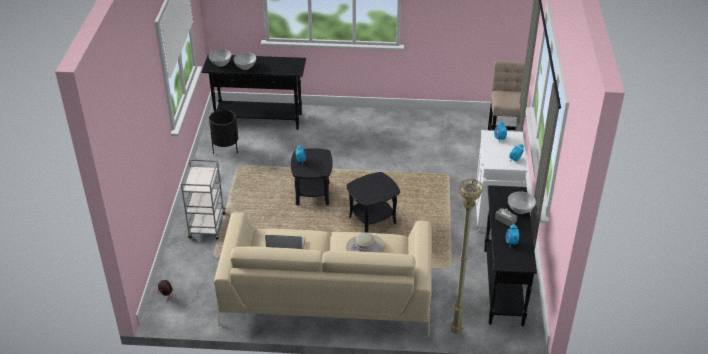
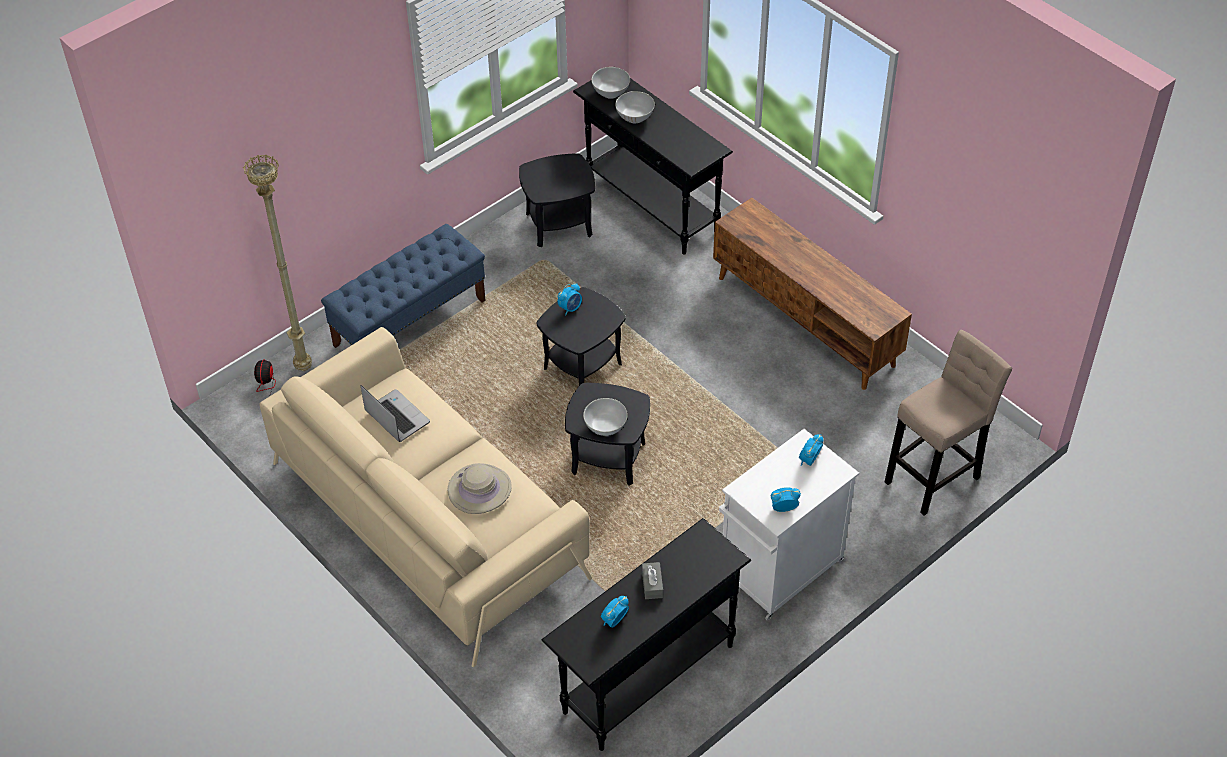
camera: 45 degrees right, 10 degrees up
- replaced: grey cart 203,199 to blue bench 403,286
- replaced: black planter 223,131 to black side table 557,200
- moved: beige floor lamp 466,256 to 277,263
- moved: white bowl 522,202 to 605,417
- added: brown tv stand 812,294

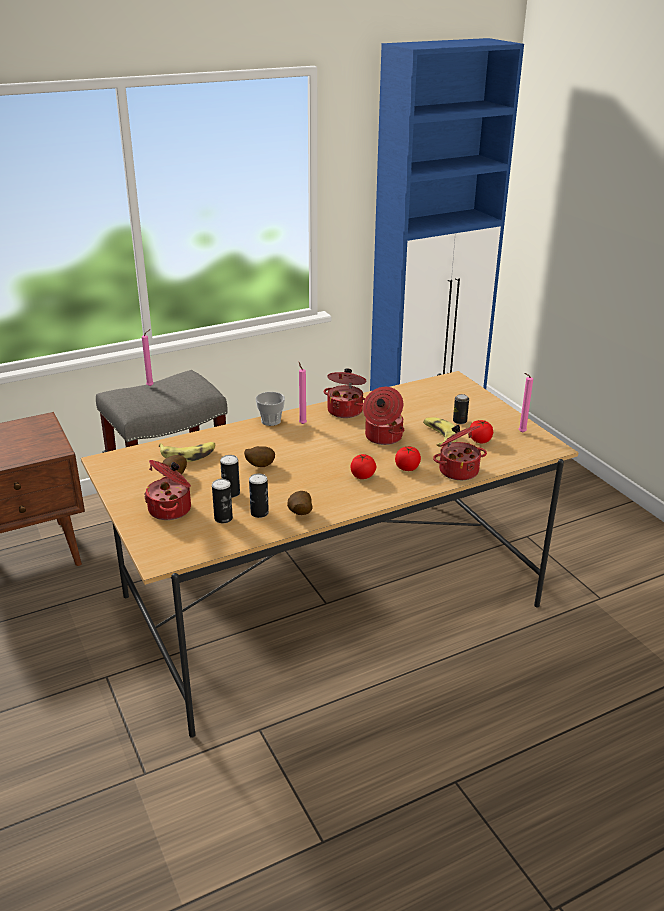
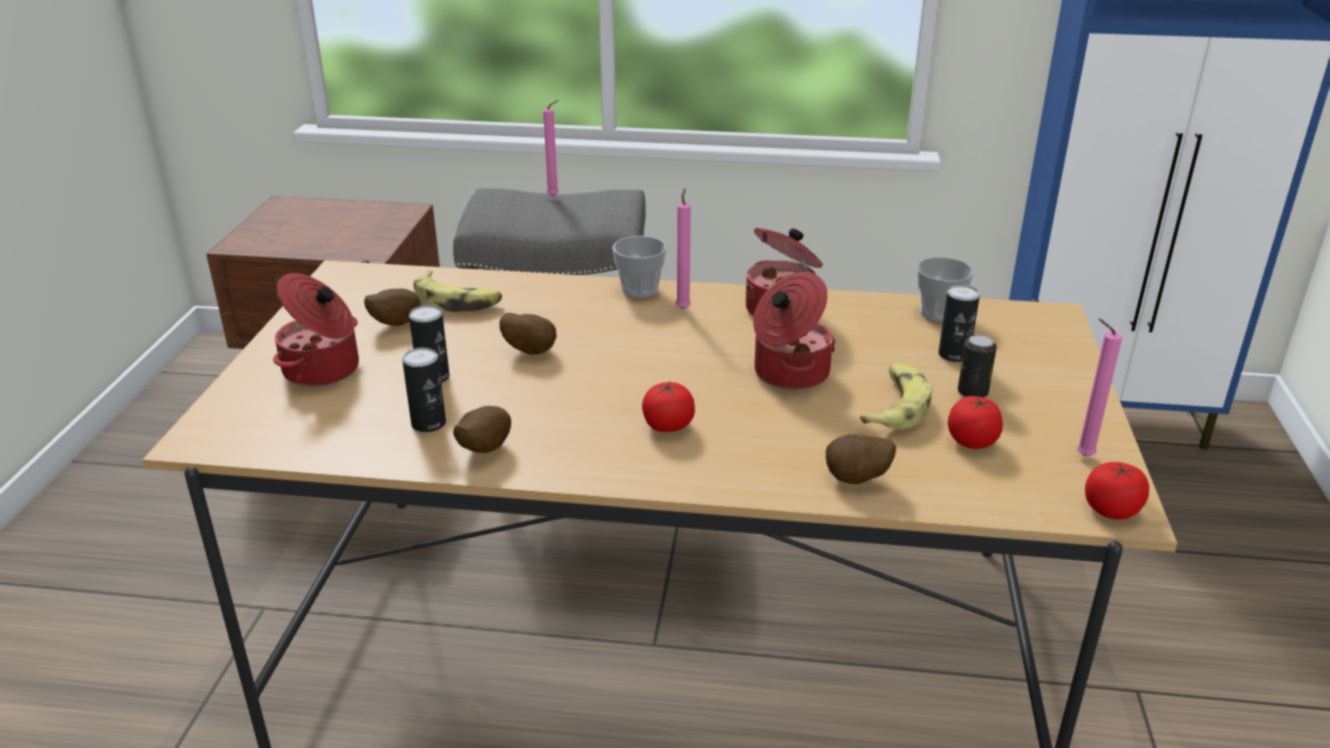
camera: 35 degrees right, 0 degrees up
- moved: can 222,501 to 959,323
- moved: tomato 408,459 to 1117,491
- replaced: cooking pot 460,452 to potato 861,459
- added: cup 945,289

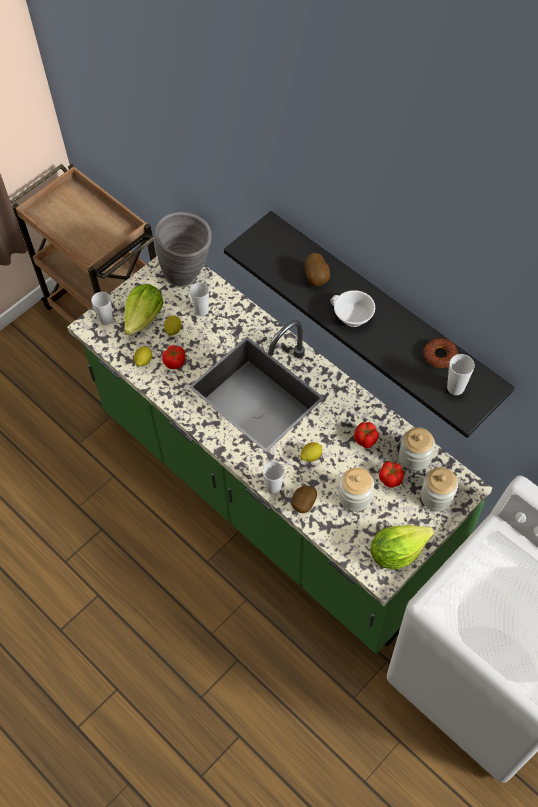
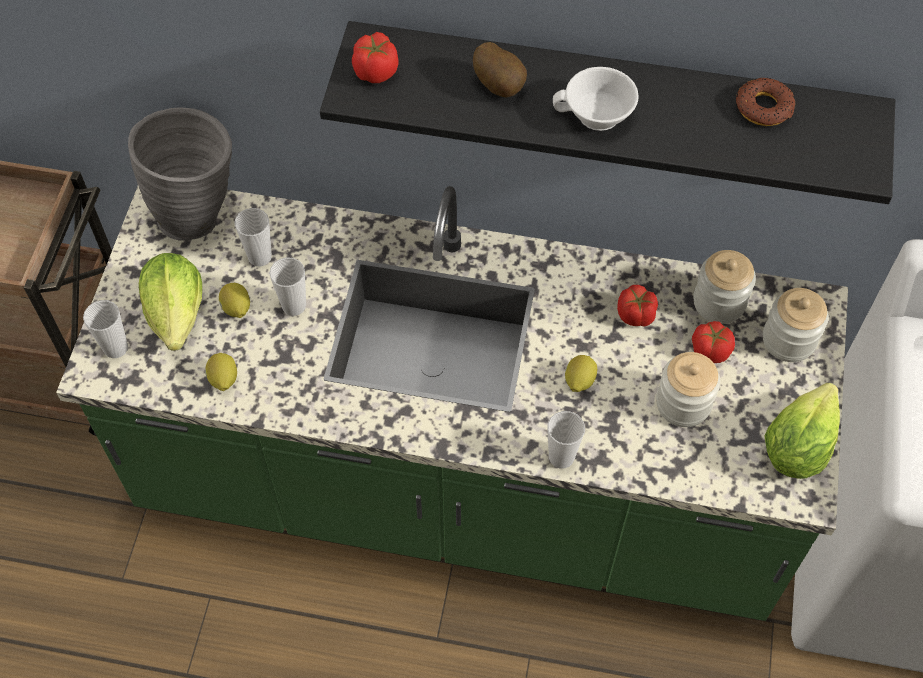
camera: 35 degrees left, 0 degrees up
- moved: tomato 173,357 to 375,57
- removed: potato 304,499
- moved: cup 461,374 to 287,286

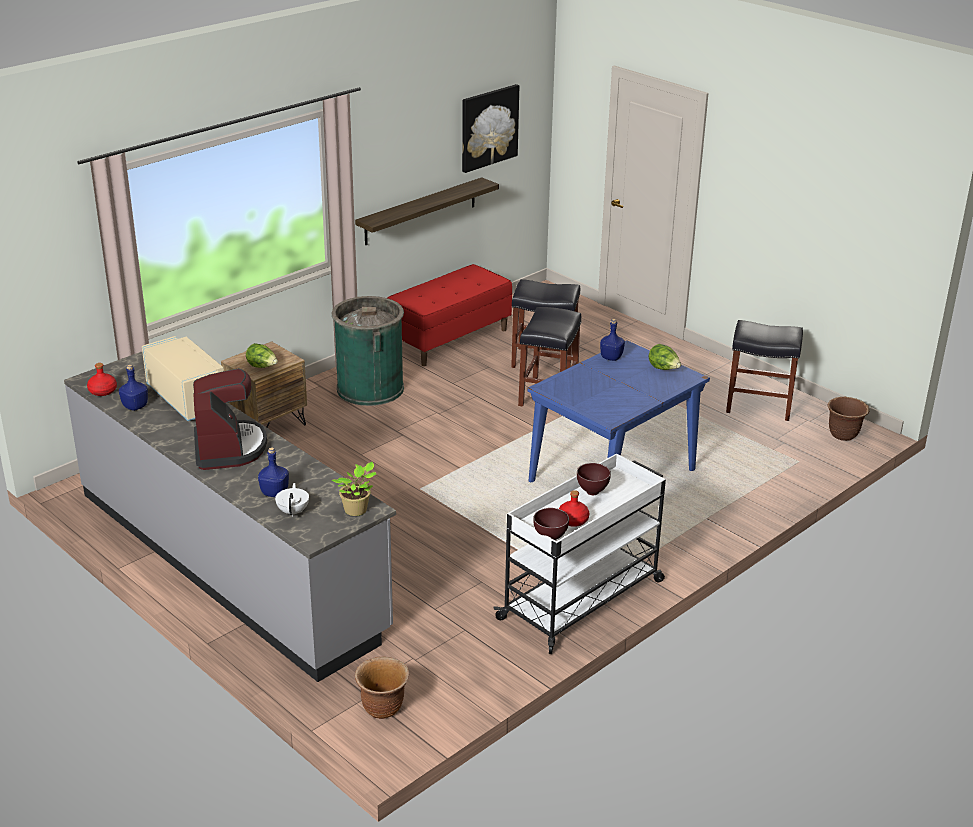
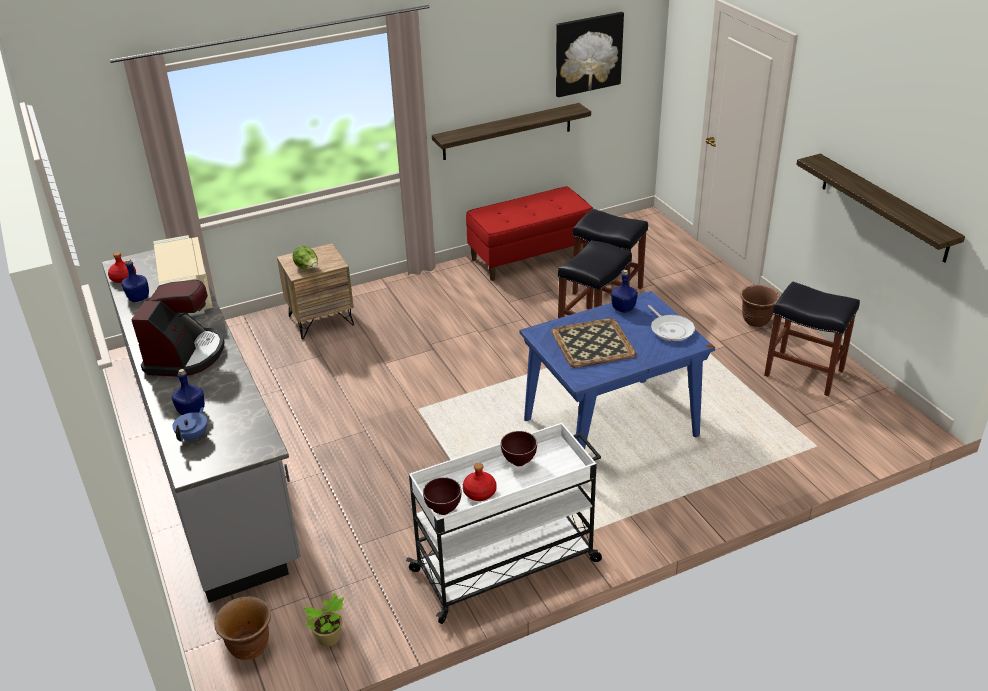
camera: 20 degrees right, 5 degrees up
- recoloured: white teapot 292,500 to blue teapot 189,424
- moved: potted plant 353,489 to 324,619
- removed: green trash can 368,351
- replaced: lettuce 665,357 to frying pan 671,323
- moved: brown planter 849,419 to 760,306
- added: tray 593,343
- added: shelf 880,208

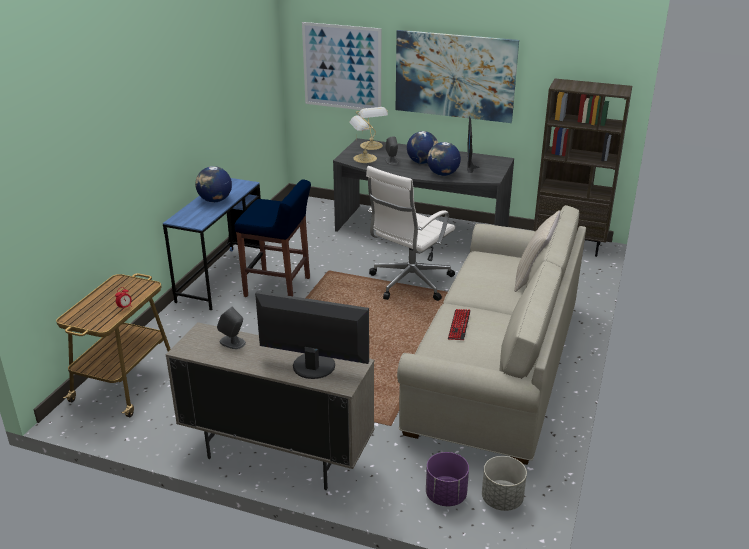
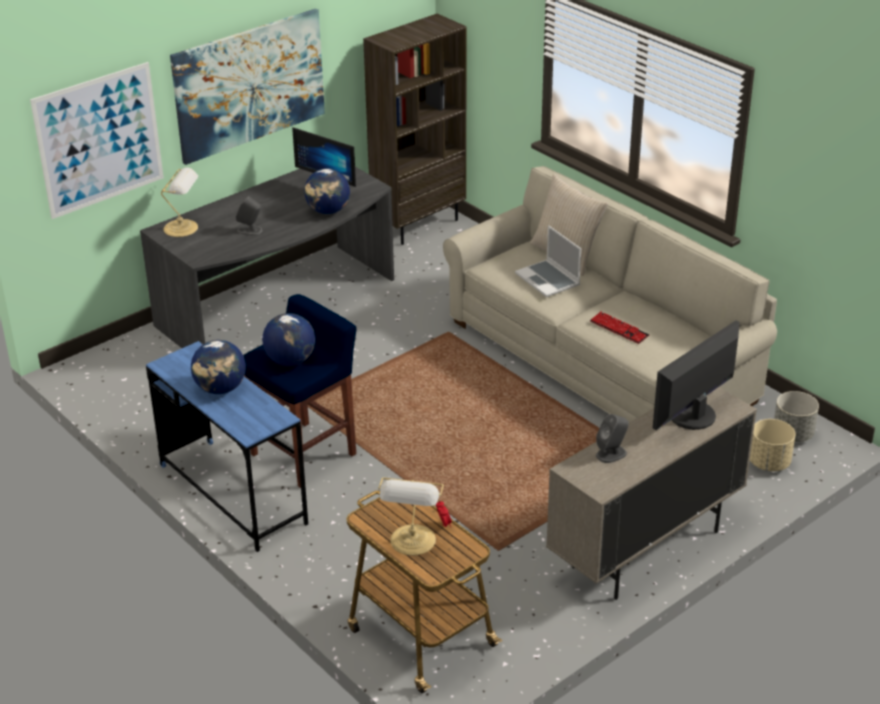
camera: 60 degrees left, 5 degrees up
- moved: table lamp 363,139 to 411,517
- removed: white office chair 410,233
- moved: globe 422,147 to 288,339
- recoloured: purple planter 447,479 to beige planter 772,445
- added: laptop 548,261

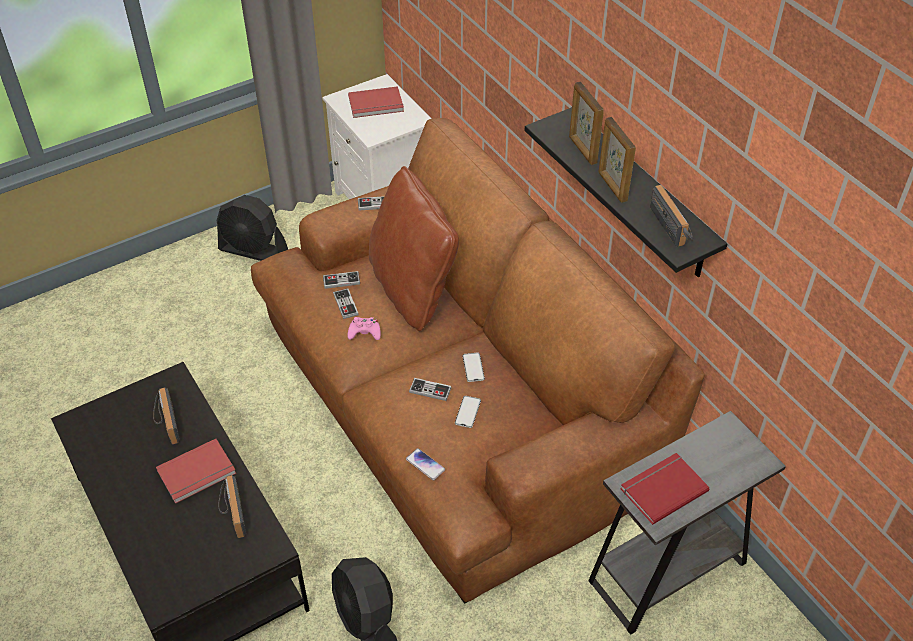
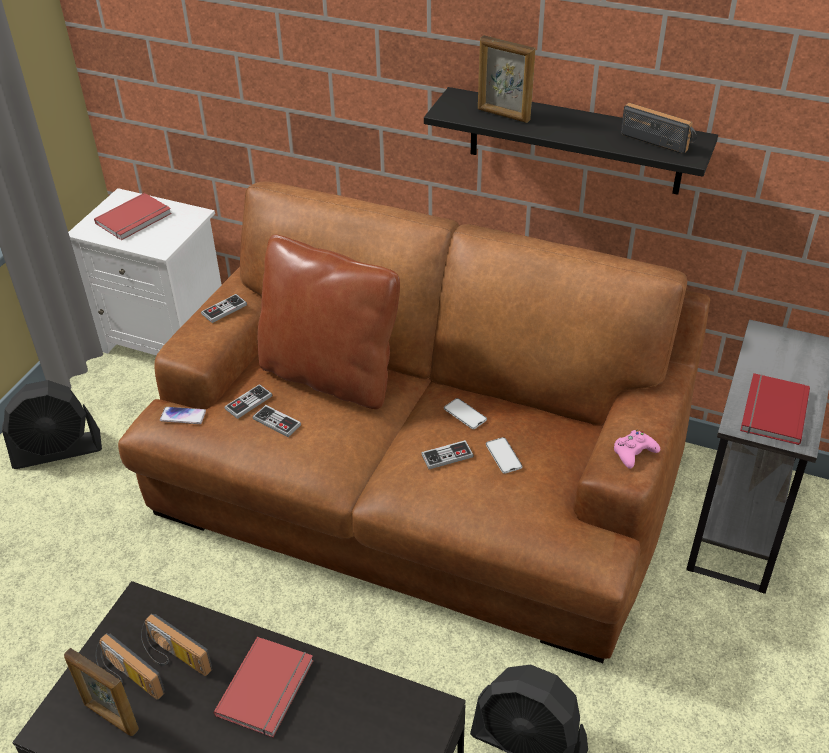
camera: 35 degrees left, 5 degrees down
- moved: radio 232,506 to 130,666
- moved: pink game controller 364,328 to 637,449
- moved: phone 425,464 to 183,415
- moved: picture frame 617,160 to 101,692

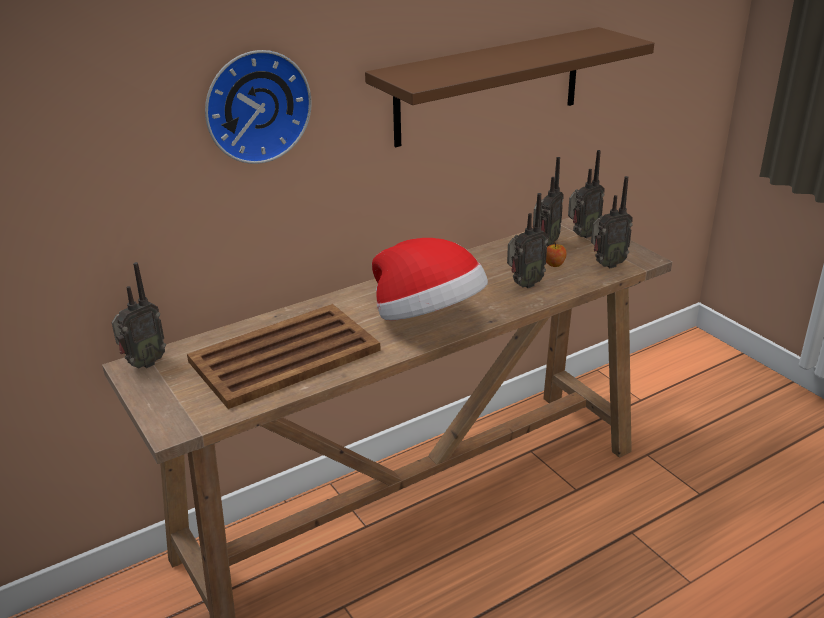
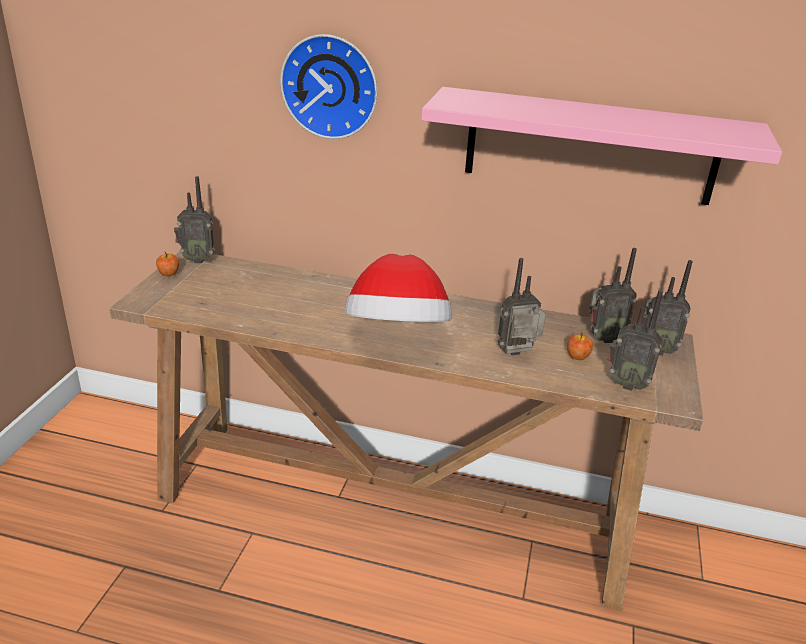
camera: 45 degrees right, 0 degrees up
- removed: brown tray 284,356
- recoloured: brown shelf 509,87 to pink shelf 601,146
- turned: radio 527,240 = 521,306 150 degrees clockwise
- added: apple 167,264

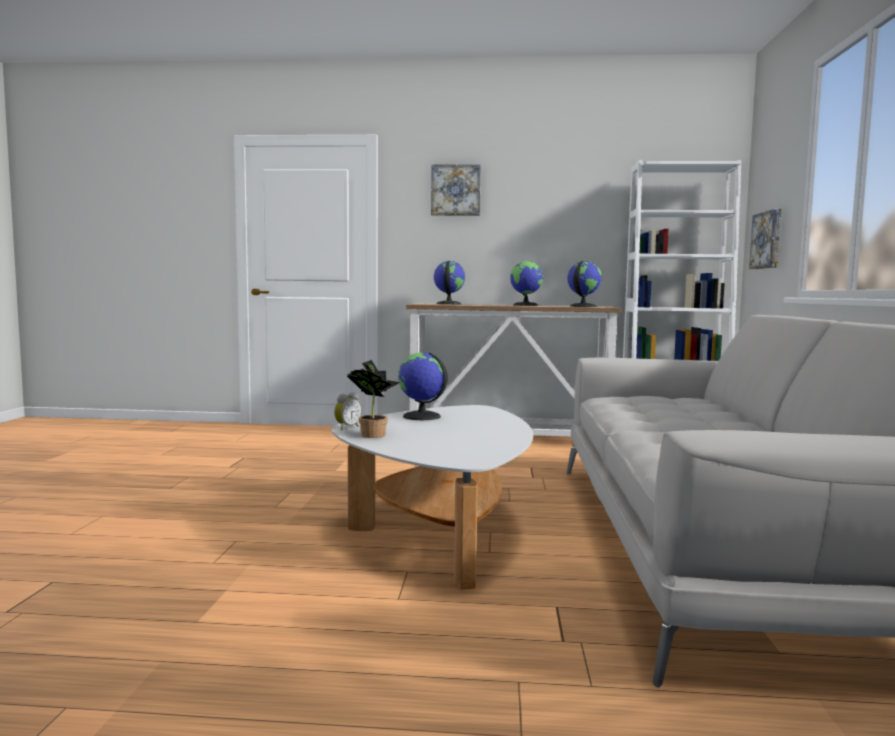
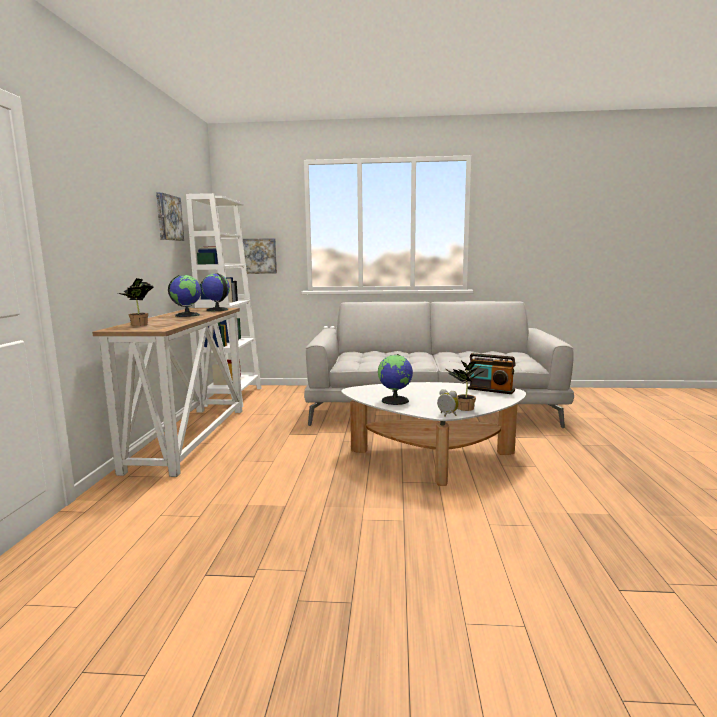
camera: 90 degrees left, 5 degrees up
- moved: picture 456,190 to 170,216
- replaced: globe 449,282 to potted plant 135,302
- added: radio 492,373

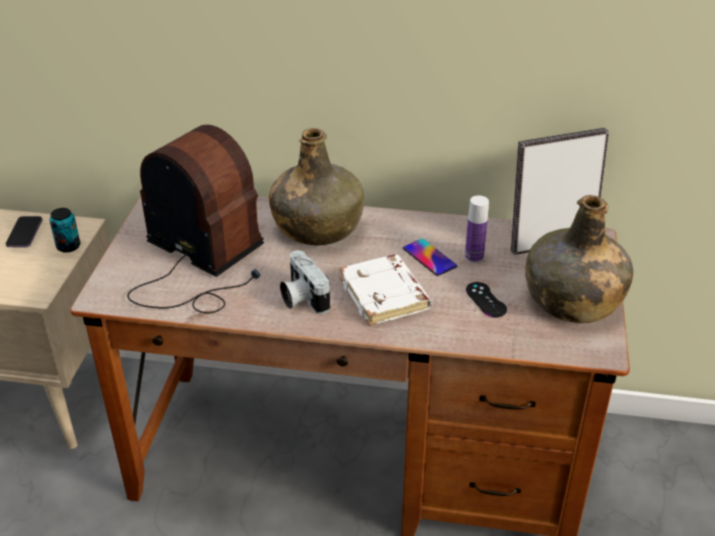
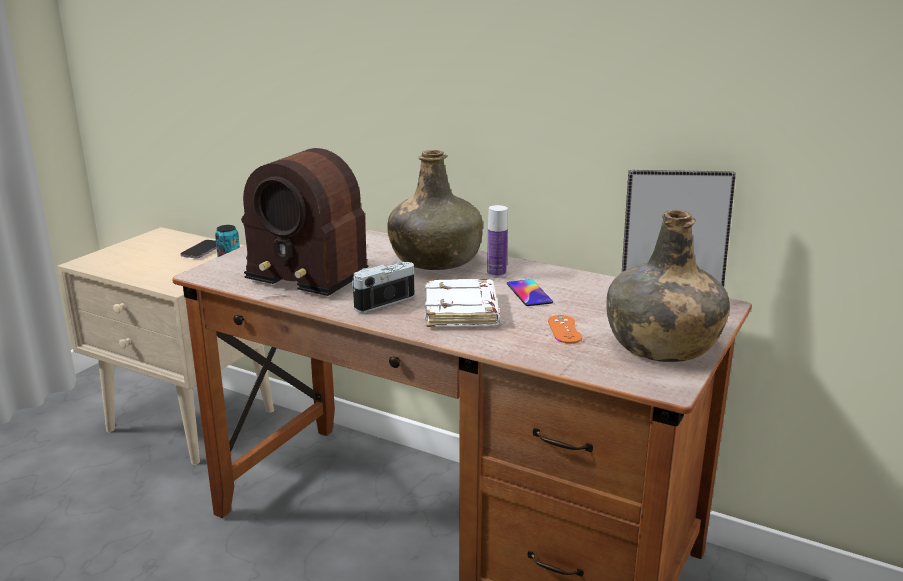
camera: 20 degrees right, 15 degrees down
- turned: radio 195,219 = 304,222 150 degrees clockwise
- turned: photo camera 305,282 = 383,287 60 degrees clockwise
- moved: bottle 477,229 to 497,241
- recoloured: black game controller 486,299 to orange game controller 565,329

